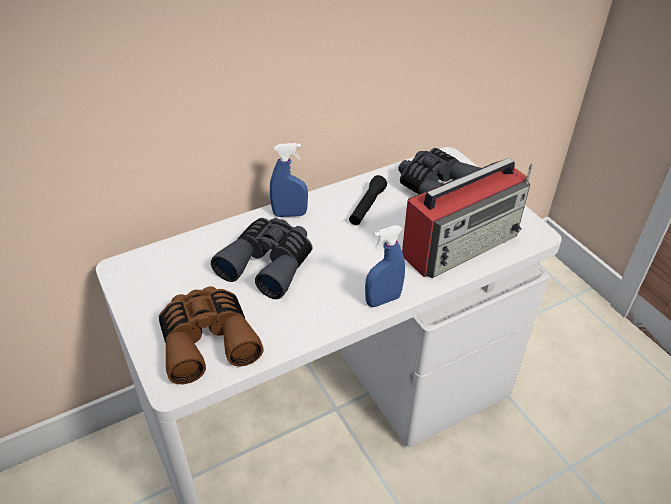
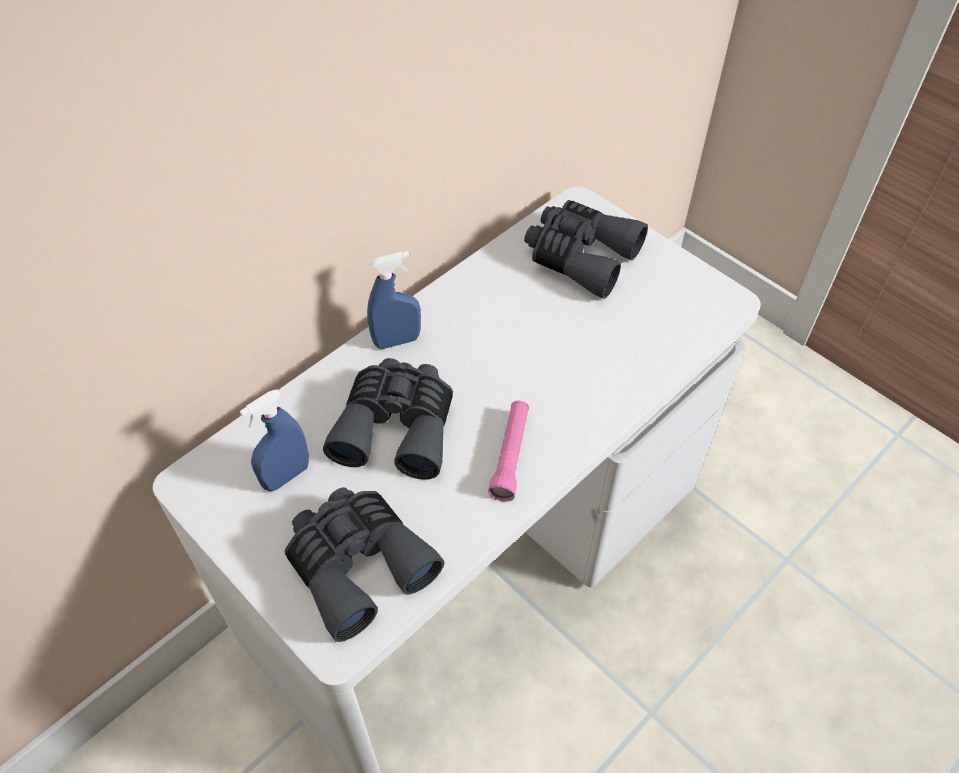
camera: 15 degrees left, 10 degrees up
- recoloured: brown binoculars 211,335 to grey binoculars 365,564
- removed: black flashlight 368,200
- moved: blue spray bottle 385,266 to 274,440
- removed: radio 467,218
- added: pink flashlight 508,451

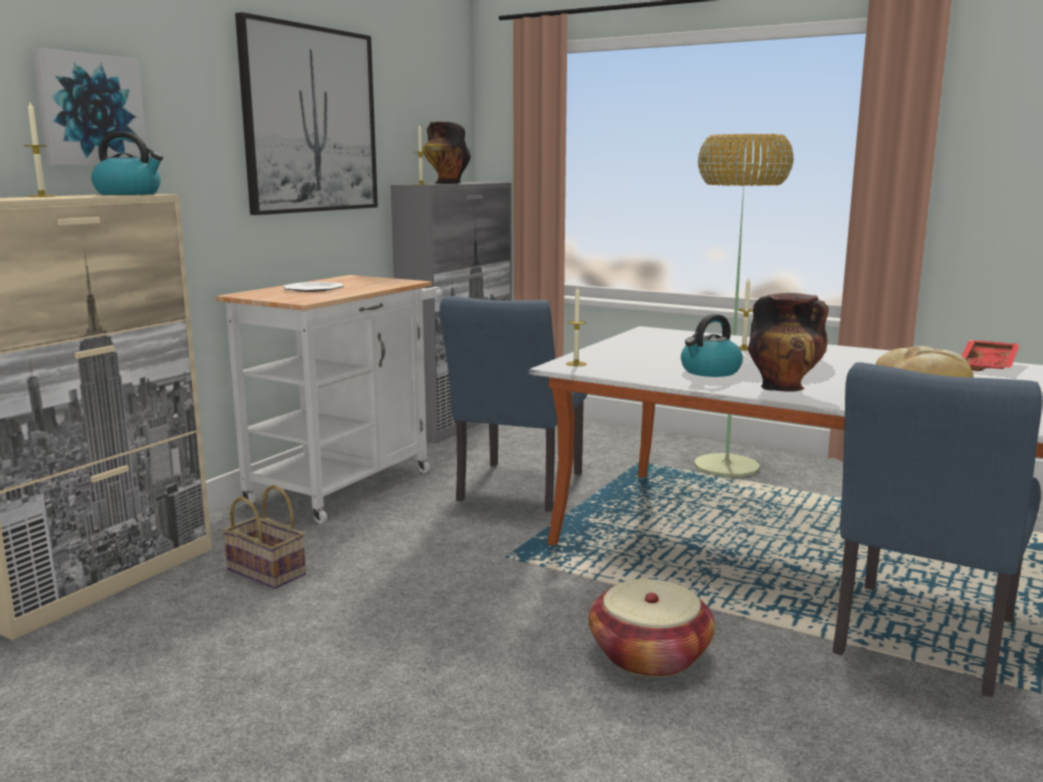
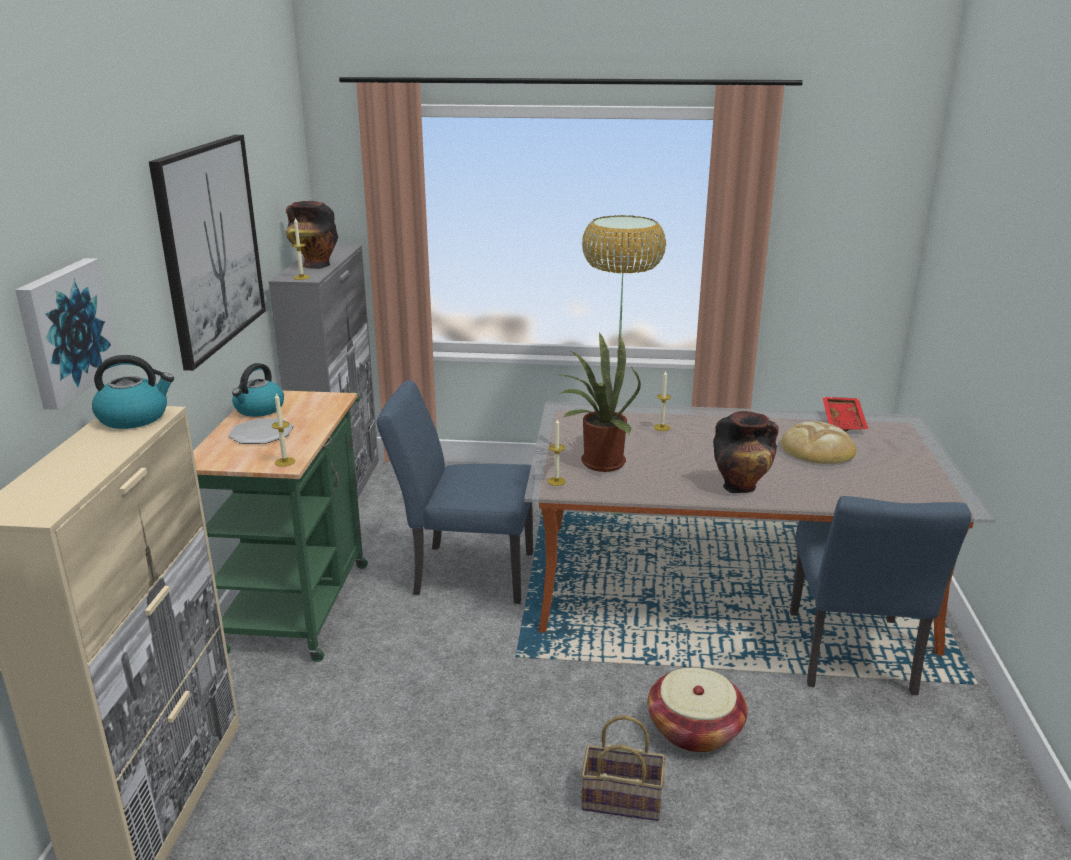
camera: 25 degrees left, 10 degrees up
- moved: candle 39,150 to 283,429
- recoloured: white cart 329,399 to green cart 280,526
- moved: basket 264,537 to 623,768
- turned: blue chair 513,404 = 454,492 105 degrees clockwise
- moved: kettle 712,345 to 258,390
- added: potted plant 600,402

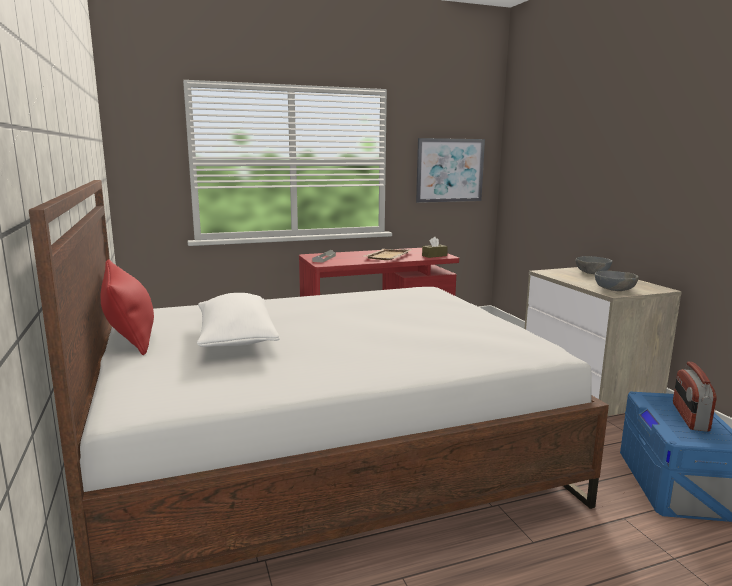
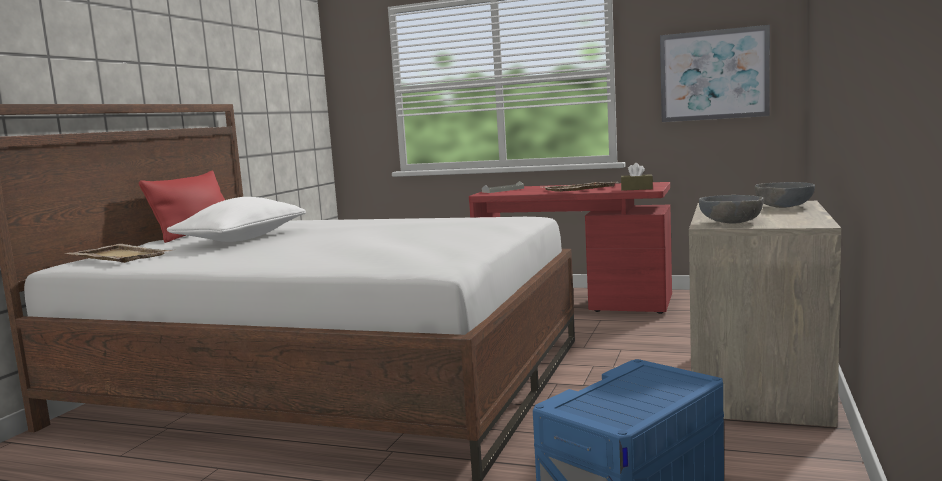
camera: 40 degrees right, 5 degrees down
- removed: radio 694,396
- added: beige tray 119,253

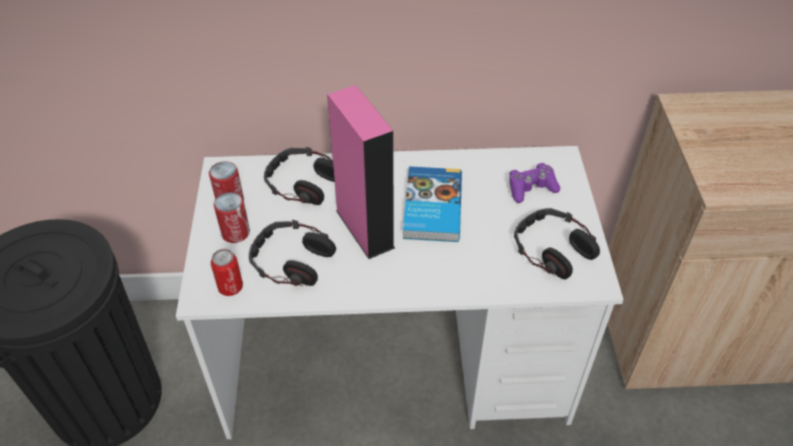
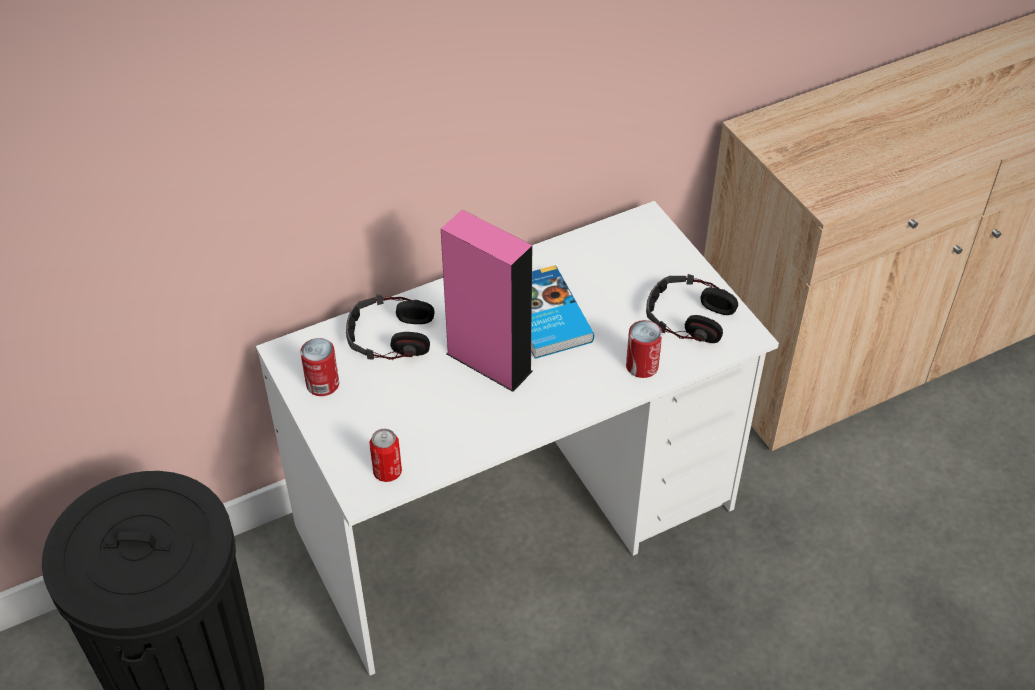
camera: 25 degrees left, 0 degrees up
- moved: can 232,217 to 644,349
- removed: headphones 292,253
- removed: purple game controller 534,183

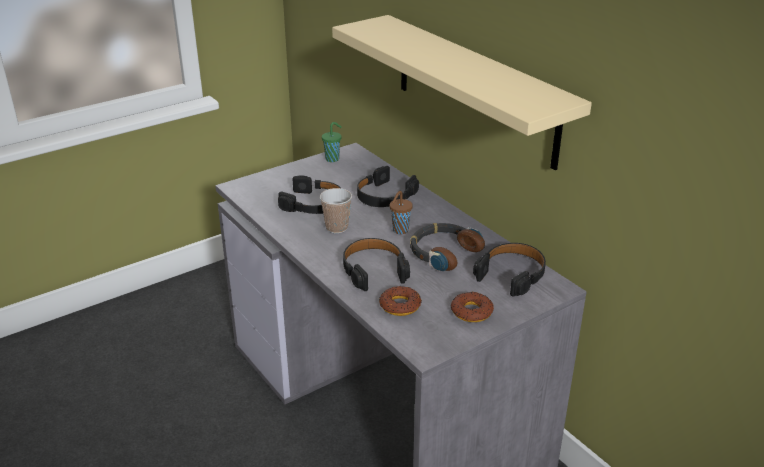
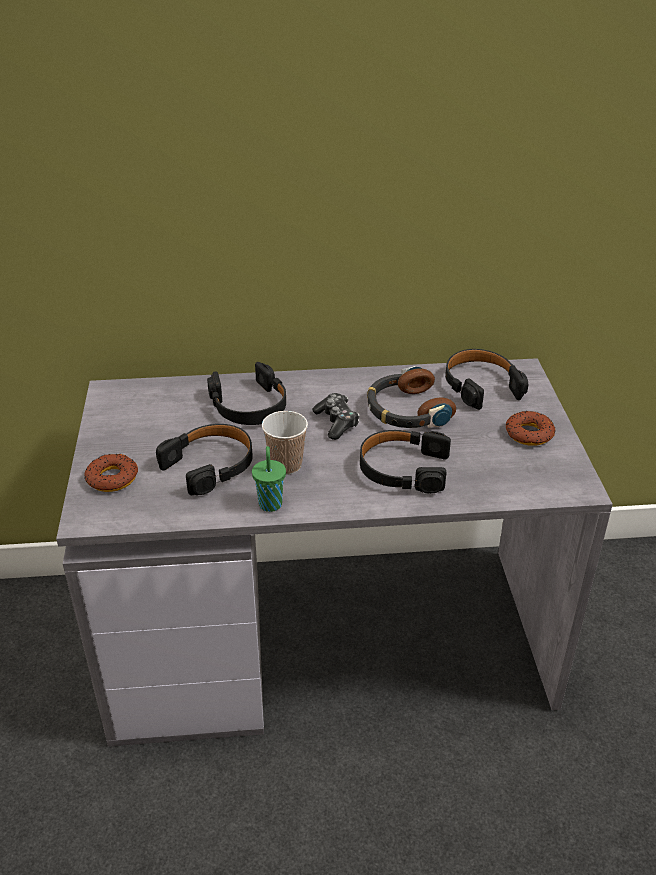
camera: 60 degrees left, 5 degrees up
- moved: green cup 332,142 to 269,479
- removed: beige shelf 462,92
- moved: donut 400,301 to 111,473
- replaced: brown cup 401,212 to game controller 335,416

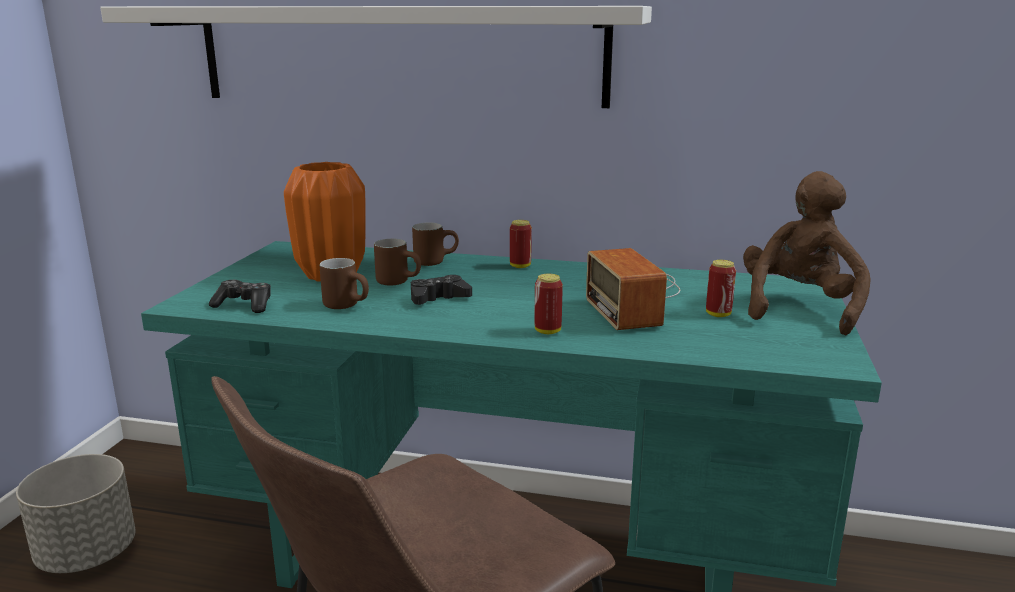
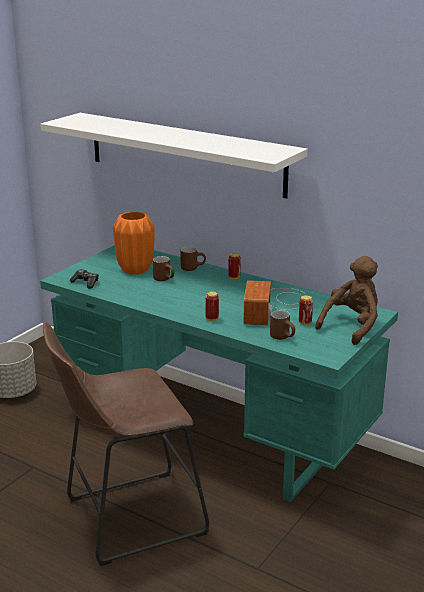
camera: 20 degrees right, 5 degrees up
- moved: brown mug 344,283 to 282,325
- removed: black game controller 441,290

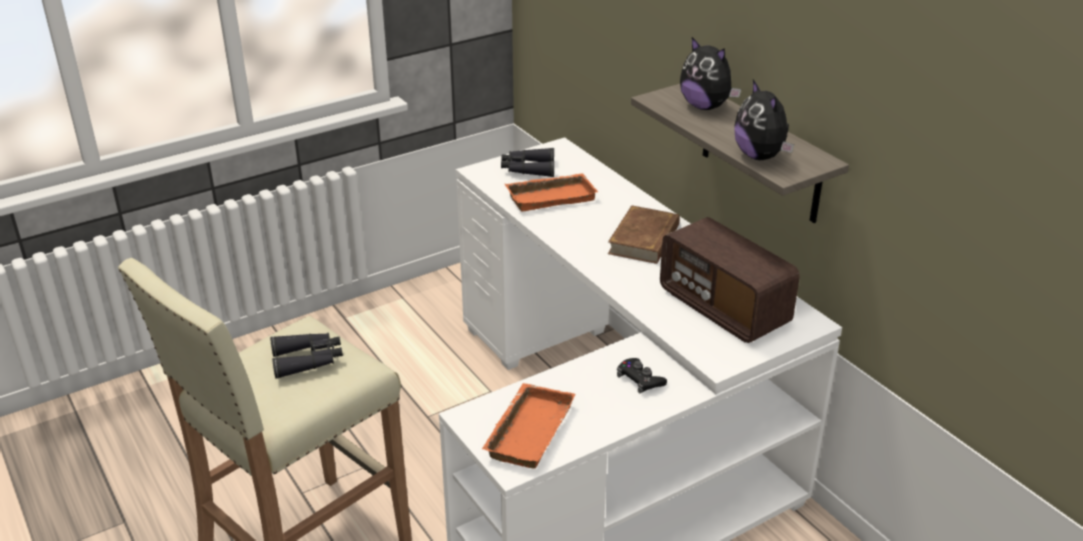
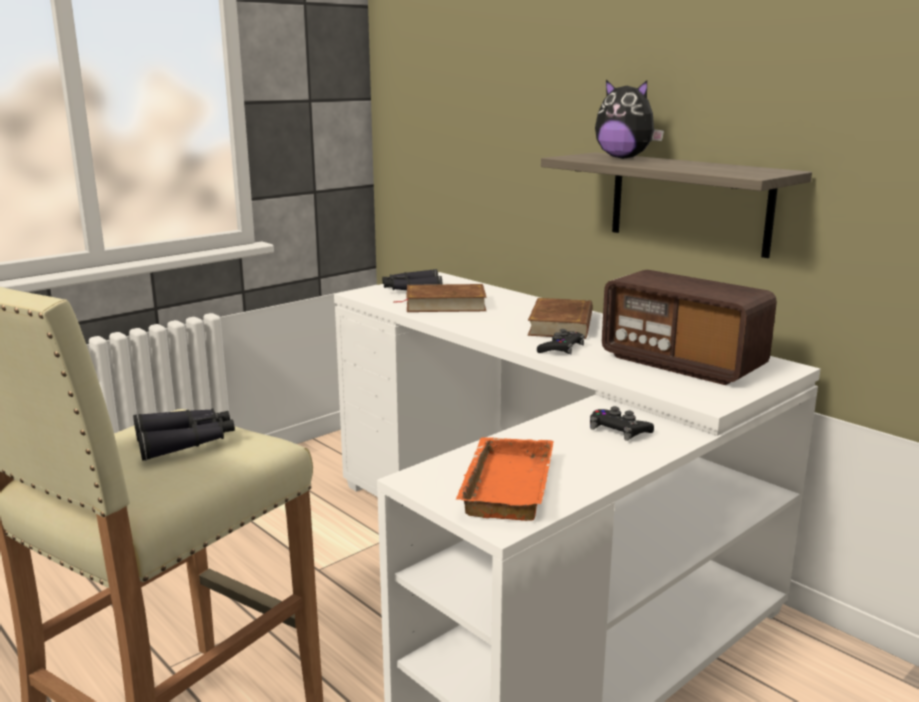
camera: 10 degrees left, 15 degrees down
- replaced: orange tray 551,192 to brown book 440,298
- removed: plush toy 764,120
- added: black game controller 561,342

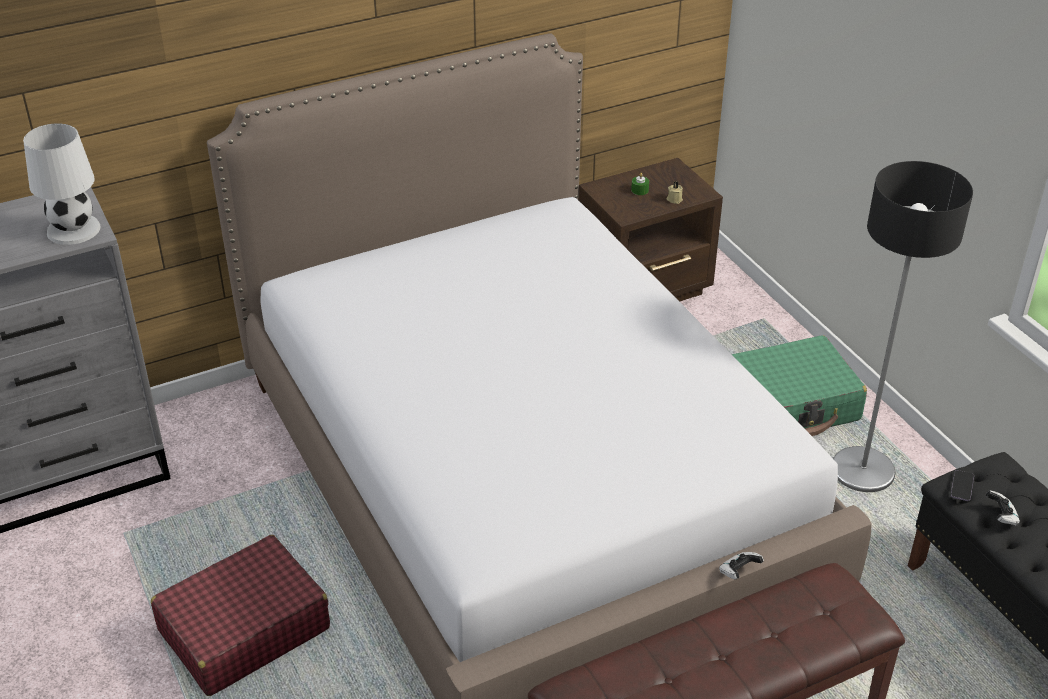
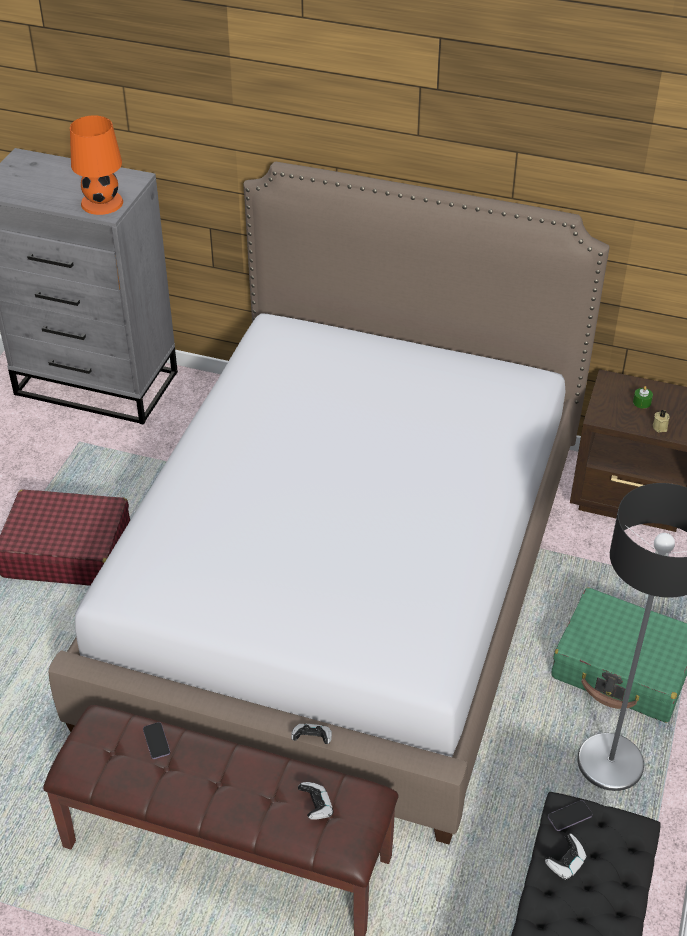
camera: 45 degrees right, 5 degrees up
- recoloured: white table lamp 62,184 to orange table lamp 96,165
- added: phone 156,740
- added: game controller 315,801

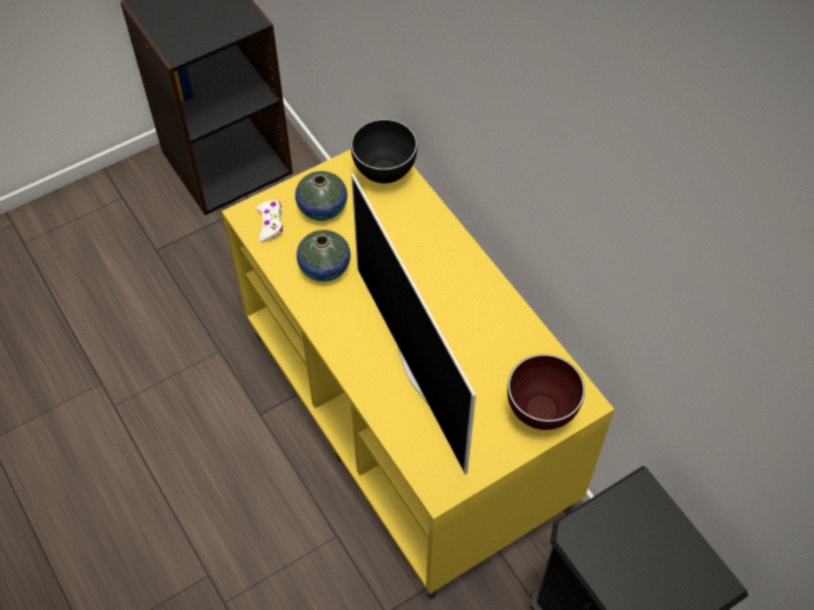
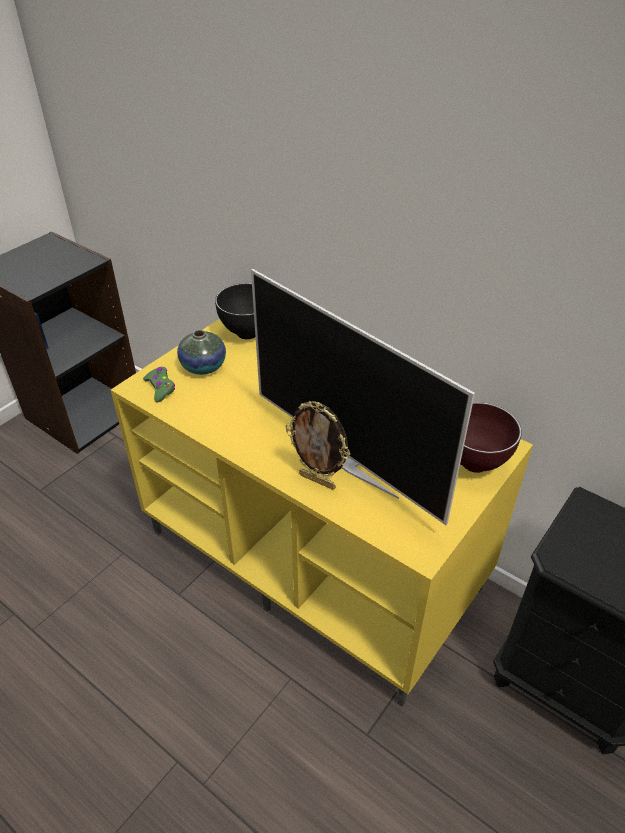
camera: 20 degrees left, 15 degrees down
- recoloured: white game controller 269,221 to green game controller 159,384
- removed: vase 323,256
- added: picture frame 318,445

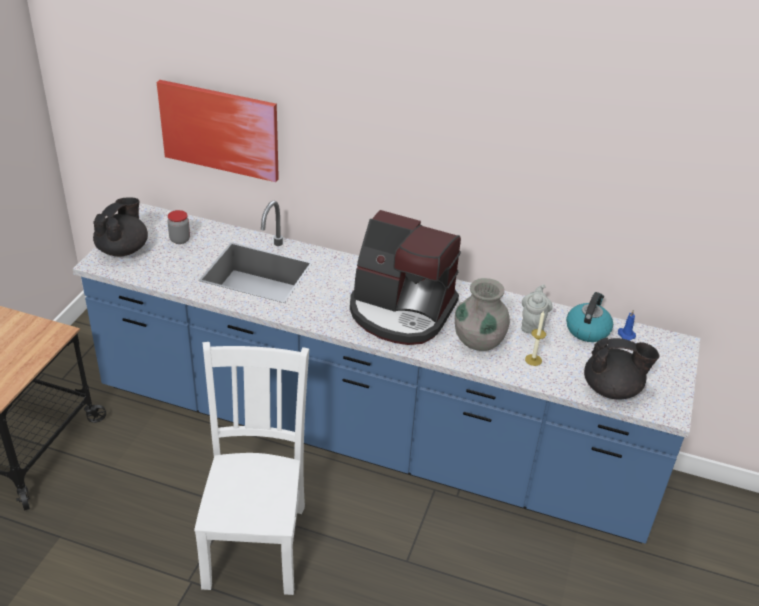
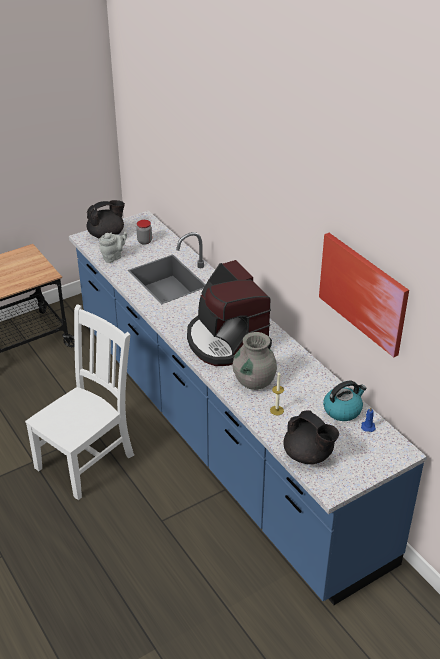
camera: 40 degrees right, 0 degrees up
- moved: picture 218,131 to 364,295
- moved: grey teapot 536,309 to 113,247

